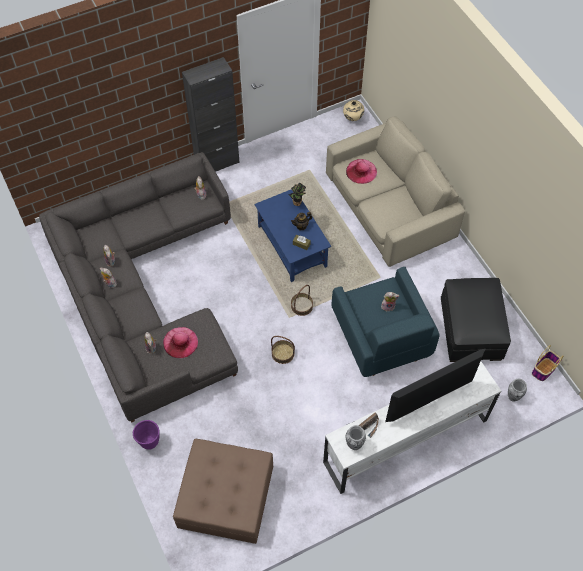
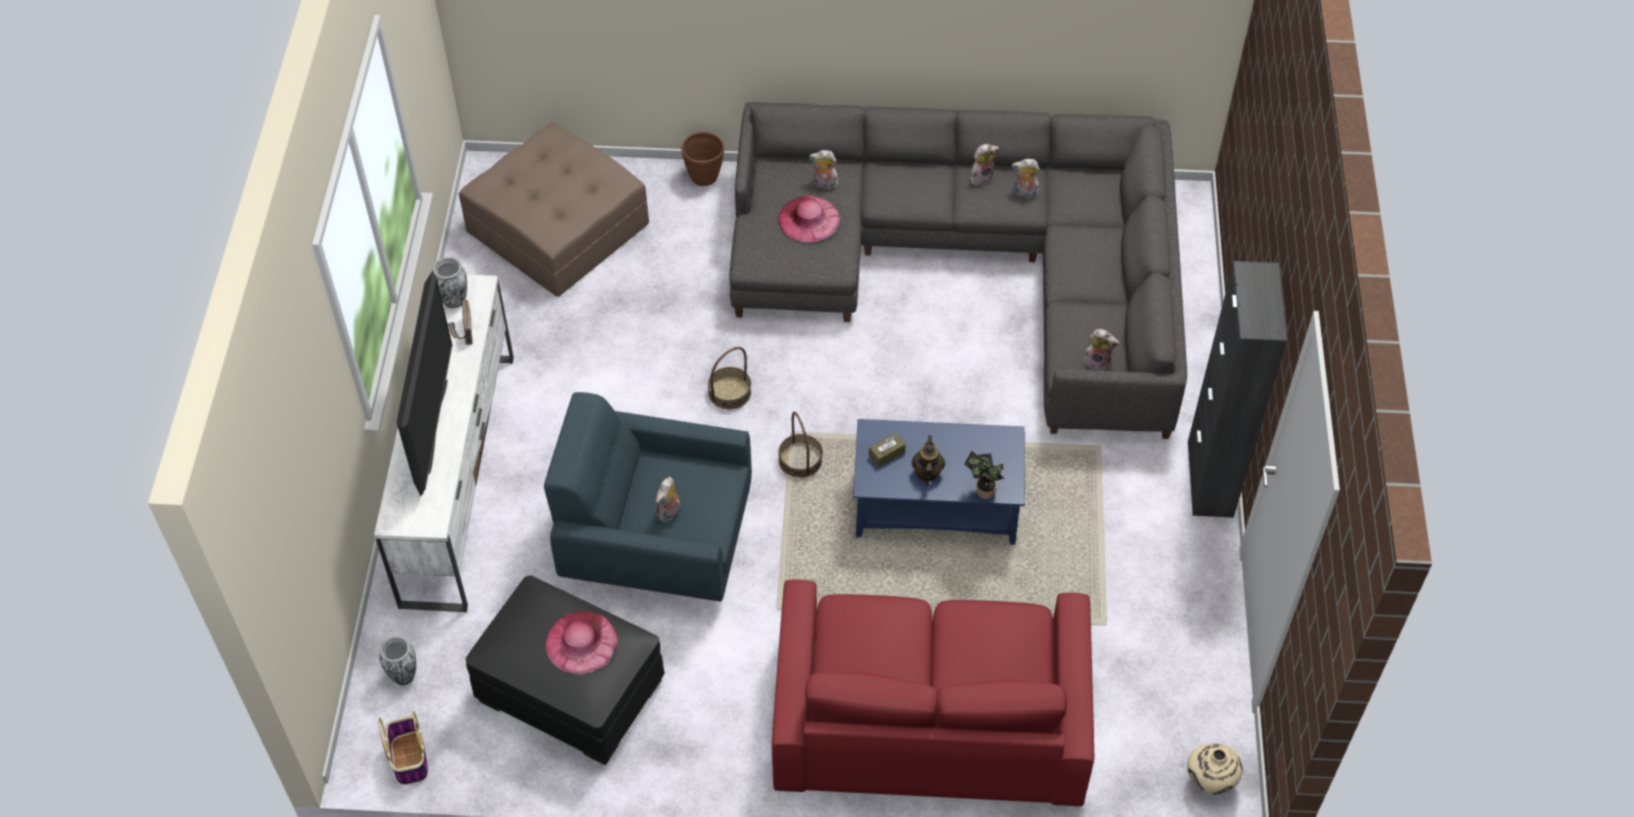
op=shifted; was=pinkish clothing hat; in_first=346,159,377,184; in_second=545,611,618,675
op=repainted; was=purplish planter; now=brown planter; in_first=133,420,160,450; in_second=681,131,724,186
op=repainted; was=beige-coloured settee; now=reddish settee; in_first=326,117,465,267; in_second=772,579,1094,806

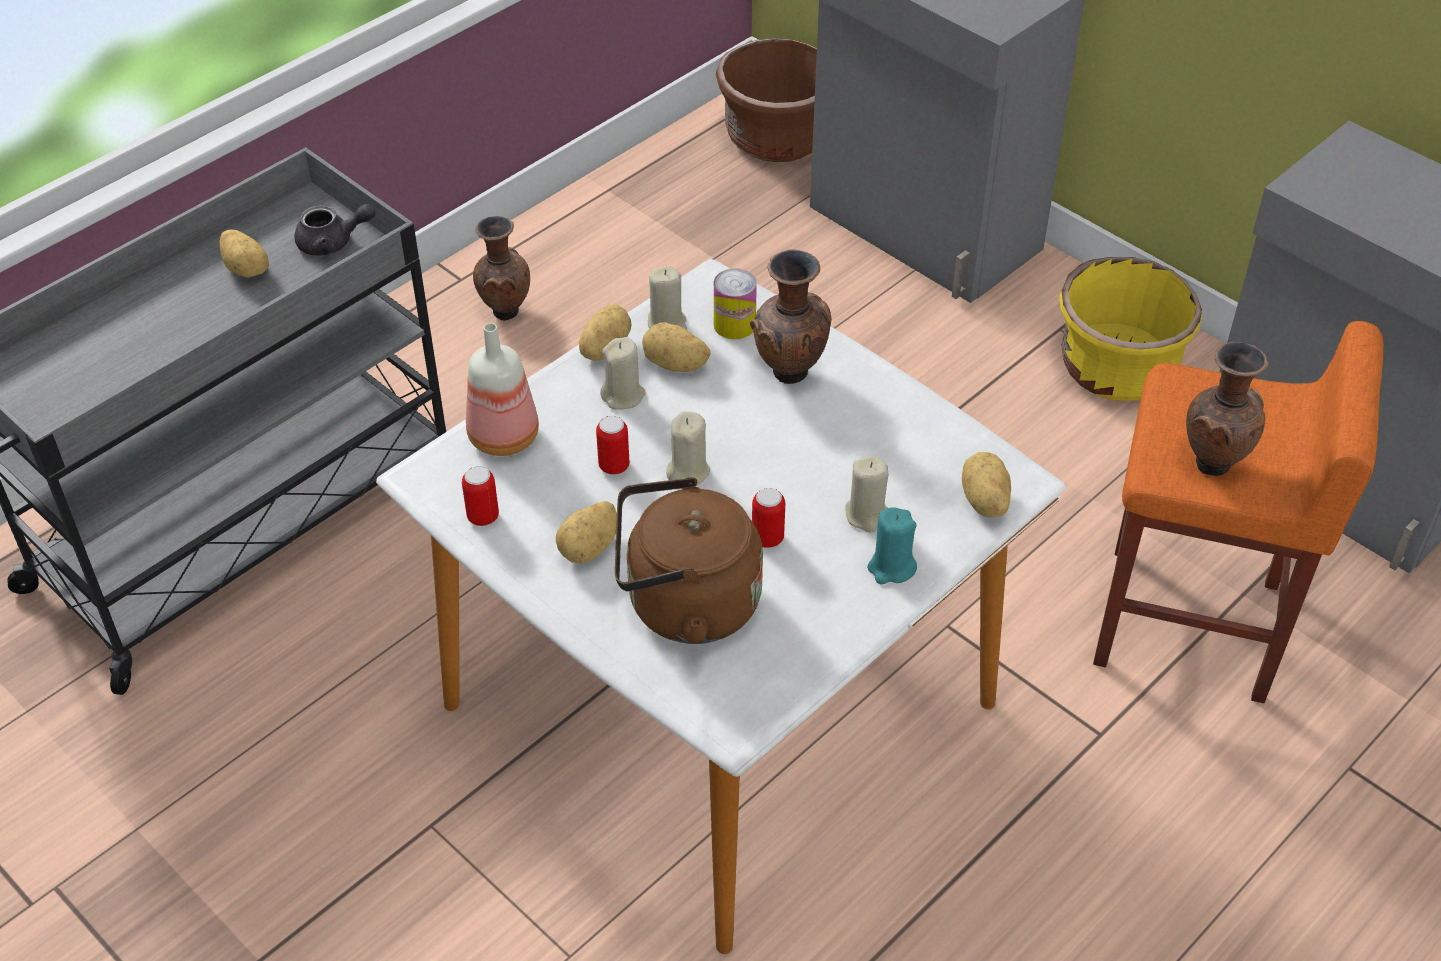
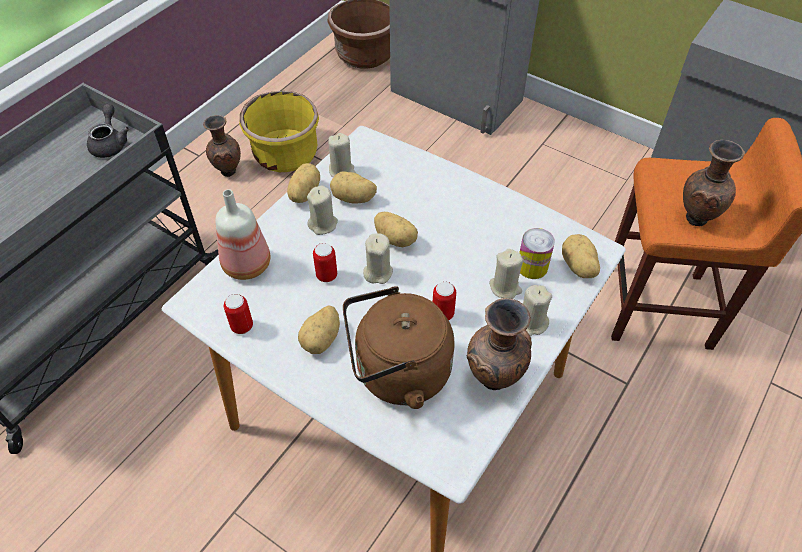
op=shifted; was=potato; in_first=219,229,269,278; in_second=374,212,418,247
op=shifted; was=sealed can; in_first=714,268,757,339; in_second=519,228,555,279
op=shifted; was=brown decorative vase; in_first=750,249,831,384; in_second=467,298,532,390
op=shifted; was=yellow-coloured planter; in_first=1059,257,1202,401; in_second=240,91,319,172
op=repainted; was=turquoise wax light; now=beige-coloured wax light; in_first=867,507,917,585; in_second=523,285,552,336
op=rotated; was=gray pot for tea; in_first=294,204,376,256; in_second=87,104,129,158; clockwise=-75

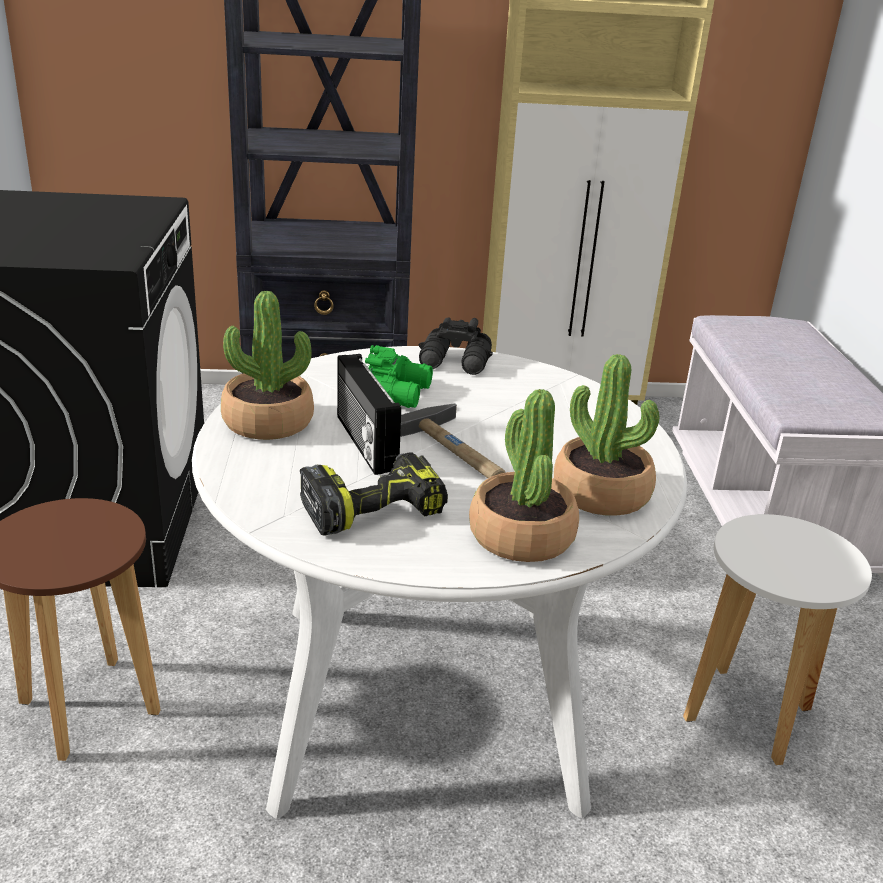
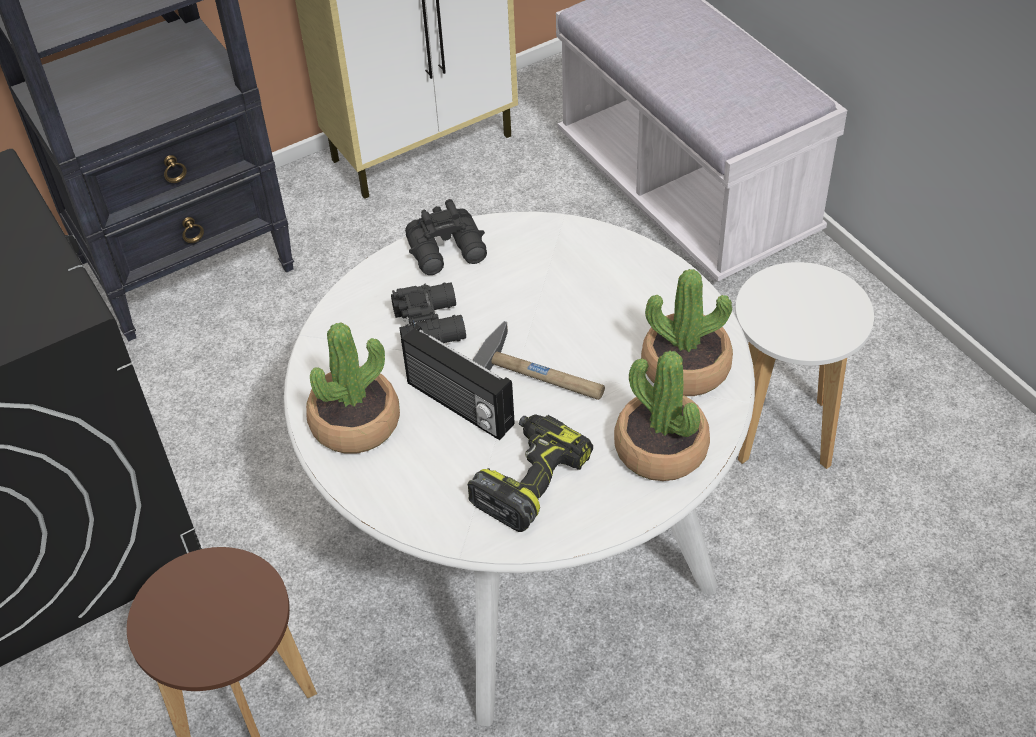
op=repainted; was=green field glasses; now=blackish field glasses; in_first=365,345,433,408; in_second=391,282,466,343

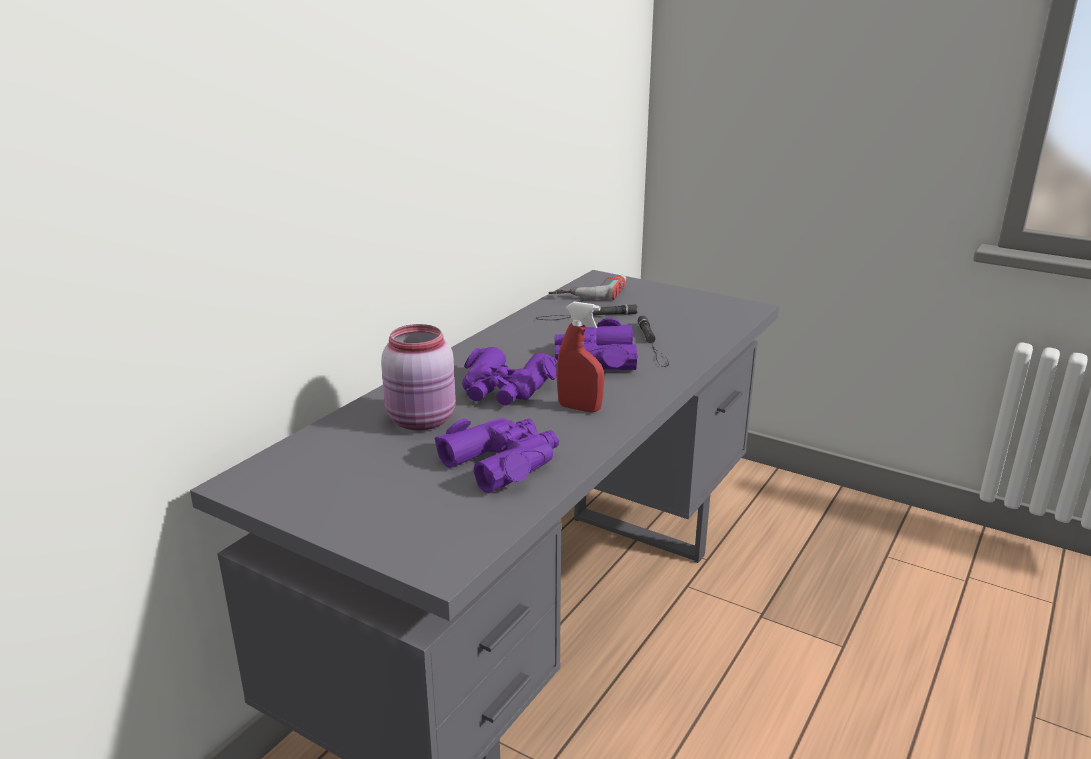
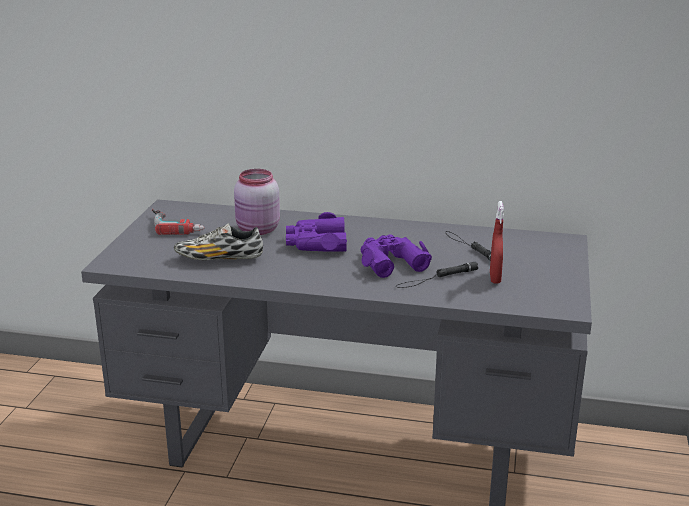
op=shifted; was=electric drill; in_first=549,275,626,300; in_second=152,209,205,235
op=shifted; was=reddish sprayer; in_first=557,301,604,412; in_second=490,201,504,283
op=swapped; was=purplish field glasses; now=shoe; in_first=435,417,559,493; in_second=174,223,263,260

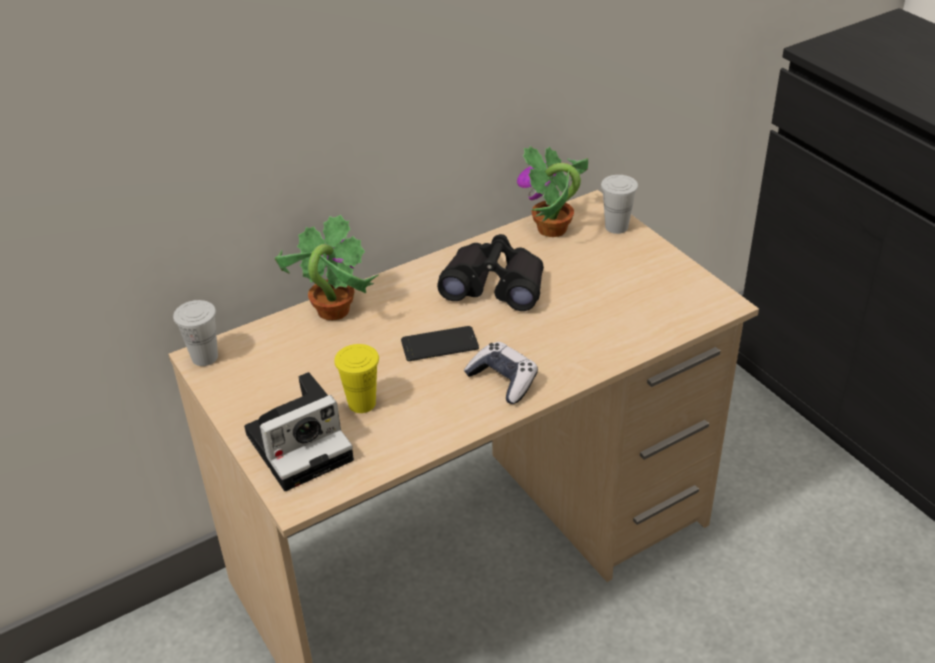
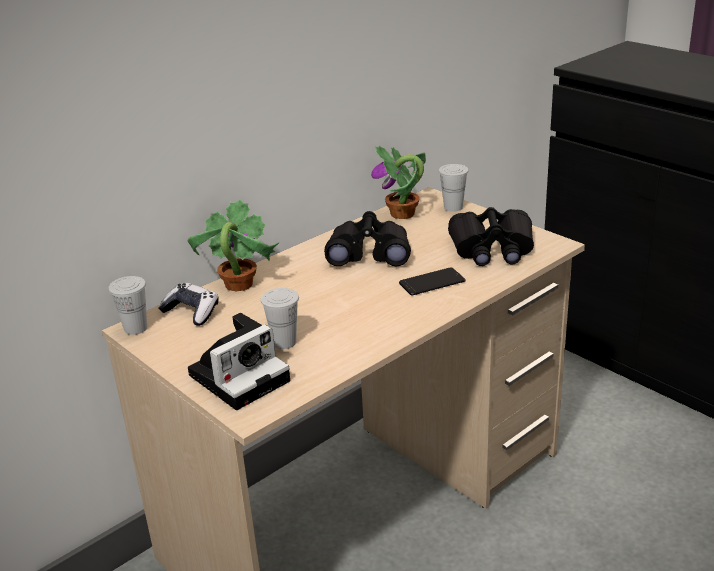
op=new; now=blackish field glasses; in_second=448,207,534,266
op=shifted; was=telephone; in_first=401,326,479,361; in_second=399,267,466,296
op=shifted; was=gamepad; in_first=464,342,538,404; in_second=158,283,219,326
op=repainted; was=yellow-coloured drinking cup; now=white drinking cup; in_first=334,344,379,413; in_second=261,288,299,349

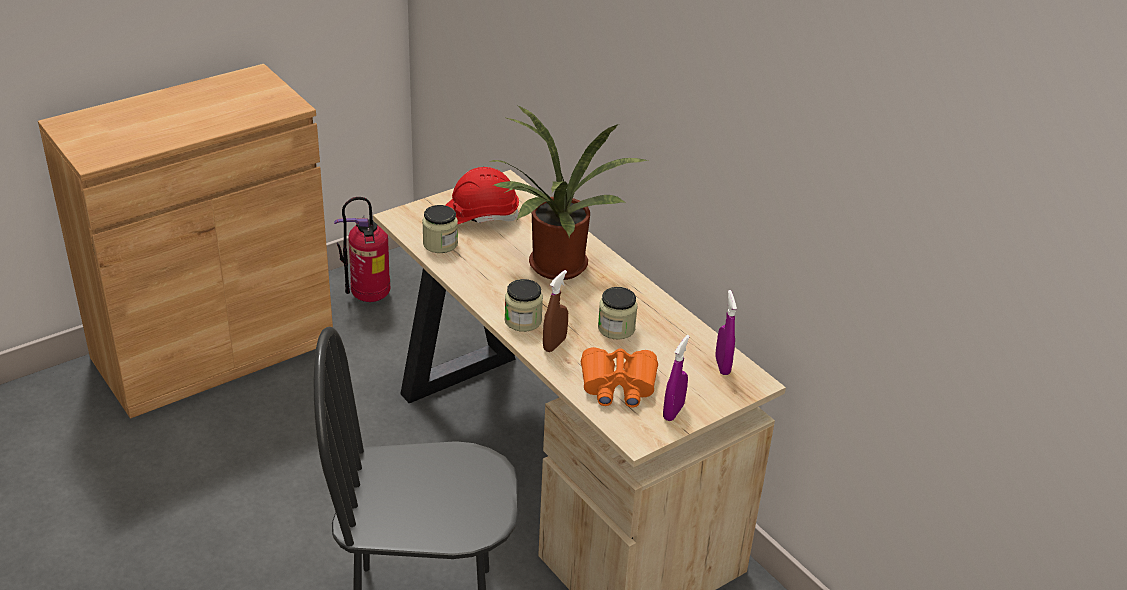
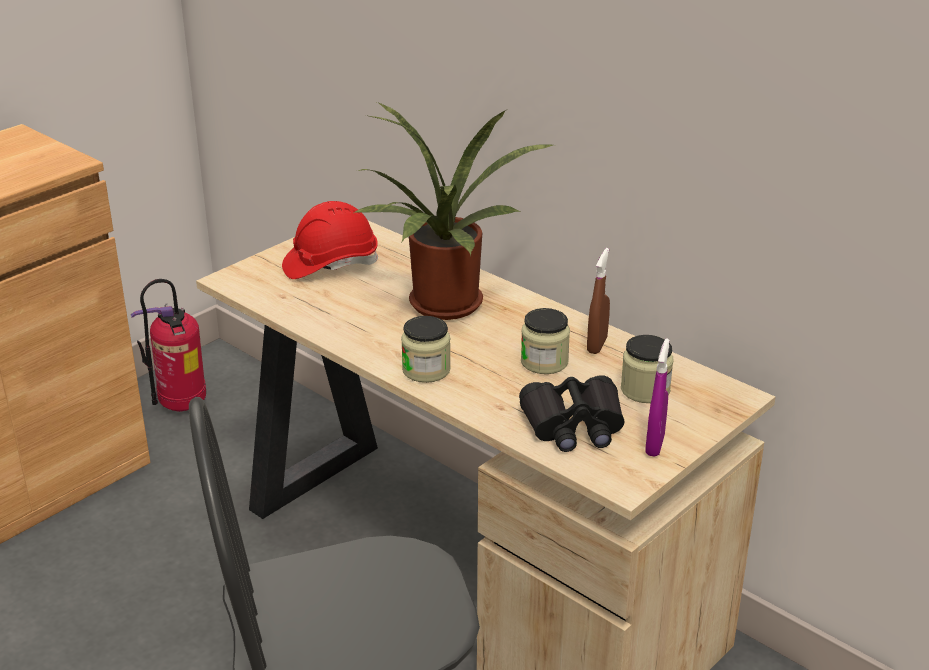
op=gone; was=purplish sprayer; in_first=715,290,737,375
op=shifted; was=jar; in_first=422,205,458,253; in_second=621,335,673,403
op=shifted; was=brown sprayer; in_first=543,270,568,352; in_second=587,248,610,354
op=repainted; was=orangey field glasses; now=blackish field glasses; in_first=581,347,658,407; in_second=519,375,625,452

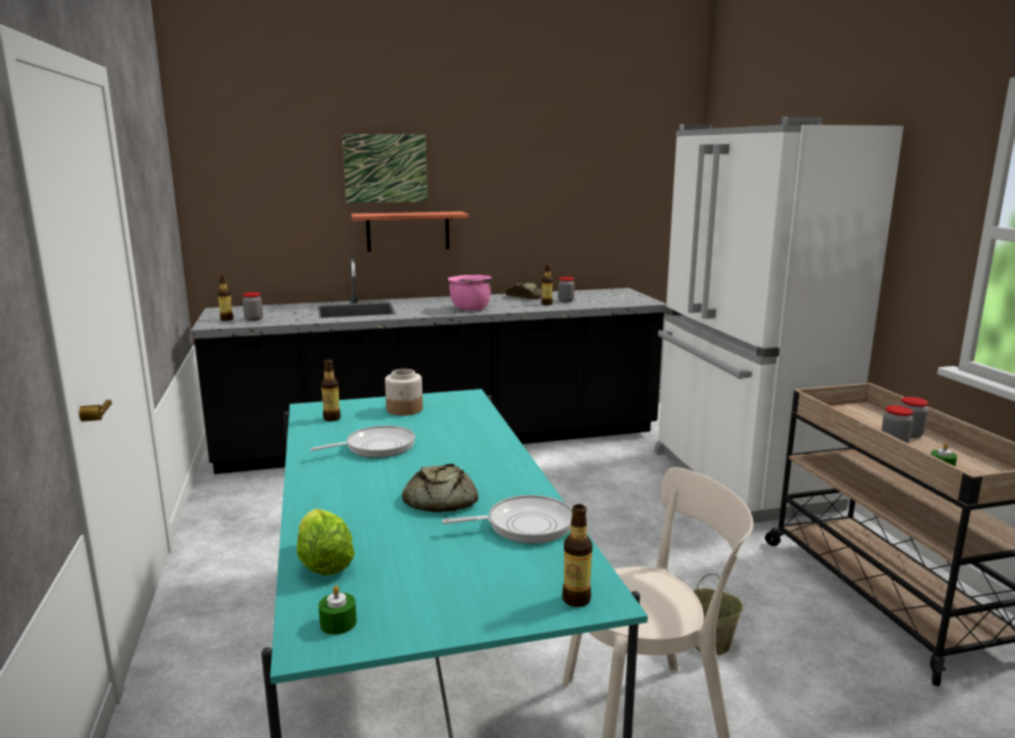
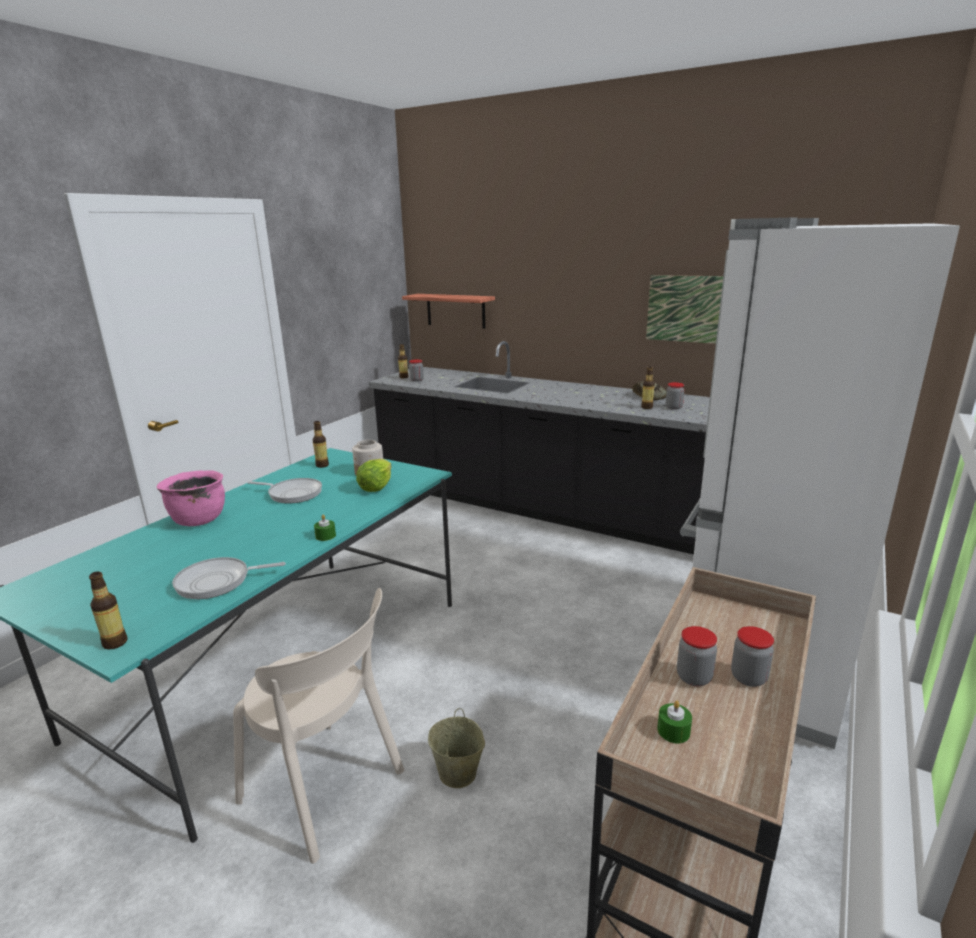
op=gone; was=bakery bread; in_first=402,464,478,512
op=shifted; was=lettuce; in_first=297,509,355,576; in_second=356,459,392,492
op=shifted; was=green wax light; in_first=318,585,357,635; in_second=314,515,336,541
op=shifted; was=wall art; in_first=342,134,428,203; in_second=646,275,723,344
op=shifted; was=bracket shelf; in_first=351,211,469,252; in_second=402,294,495,329
op=shifted; was=pinkish saucepot; in_first=448,275,492,311; in_second=157,470,225,526
op=rotated; was=frying pan; in_first=442,495,573,544; in_second=172,557,286,599; clockwise=135

